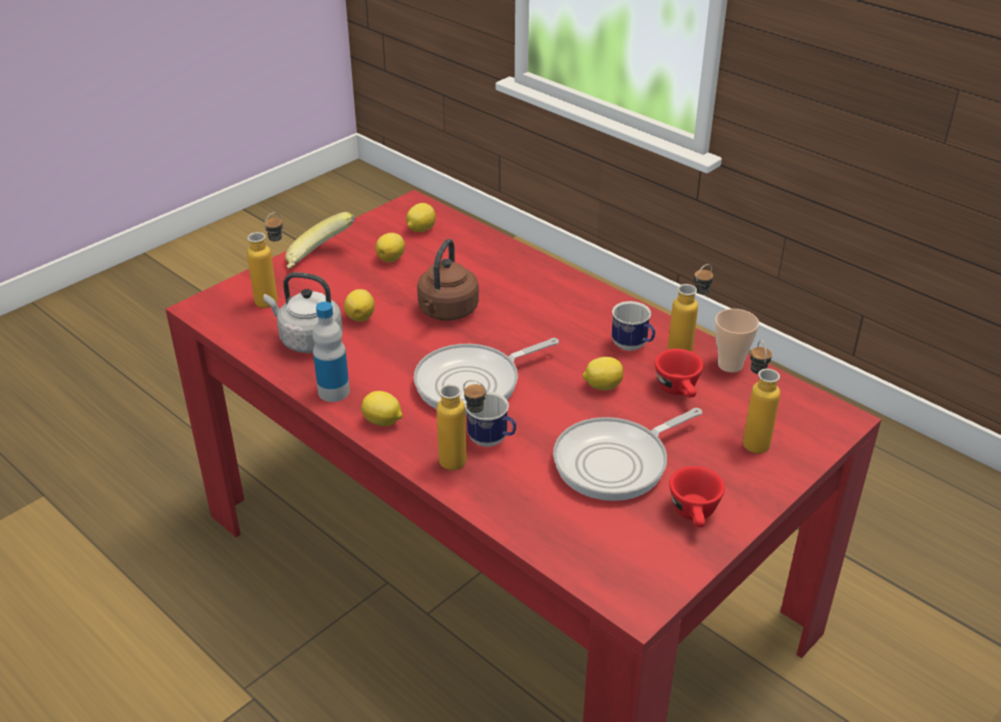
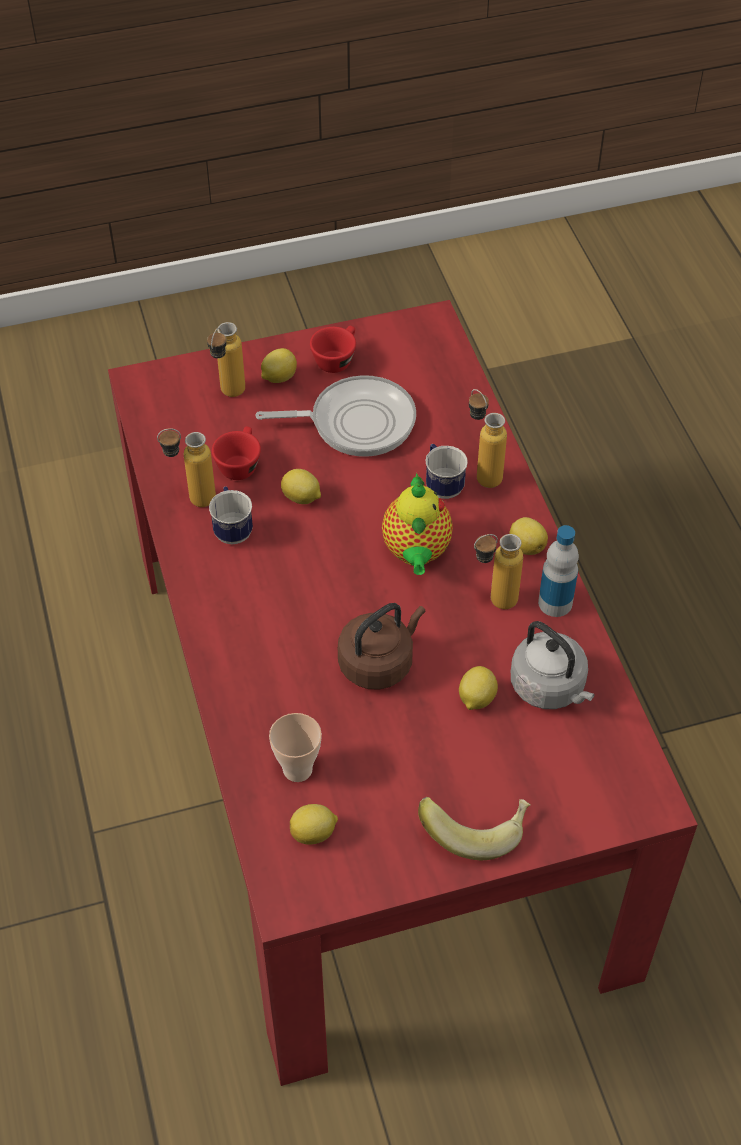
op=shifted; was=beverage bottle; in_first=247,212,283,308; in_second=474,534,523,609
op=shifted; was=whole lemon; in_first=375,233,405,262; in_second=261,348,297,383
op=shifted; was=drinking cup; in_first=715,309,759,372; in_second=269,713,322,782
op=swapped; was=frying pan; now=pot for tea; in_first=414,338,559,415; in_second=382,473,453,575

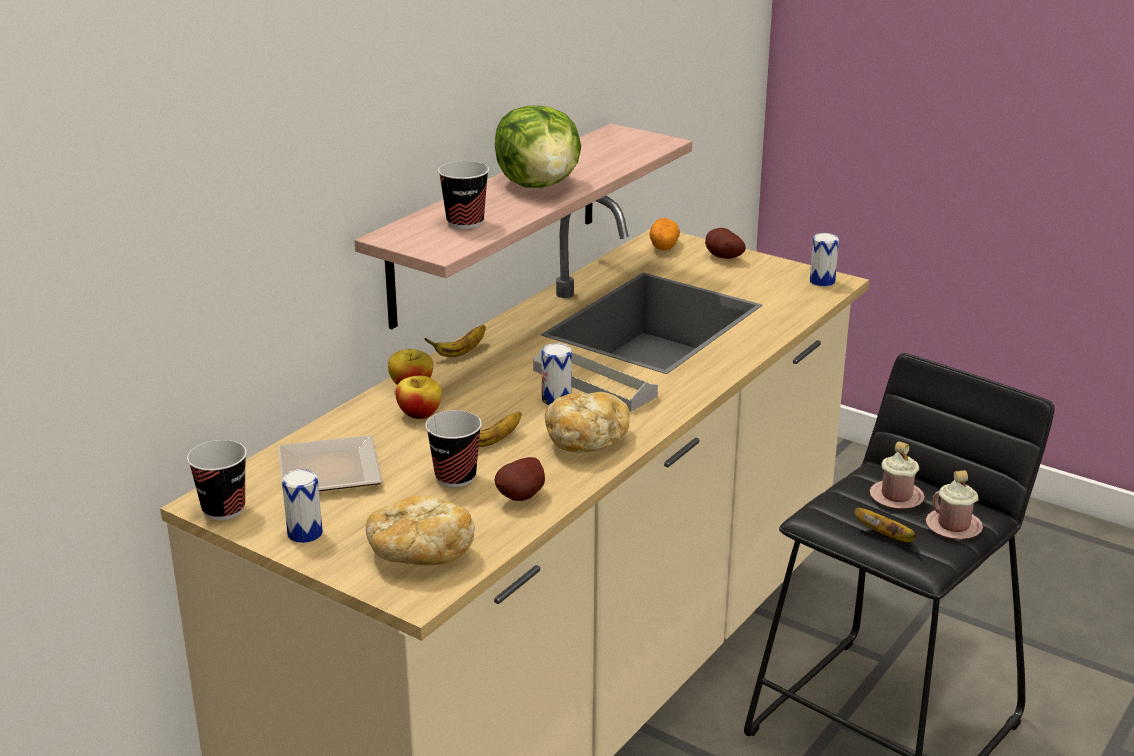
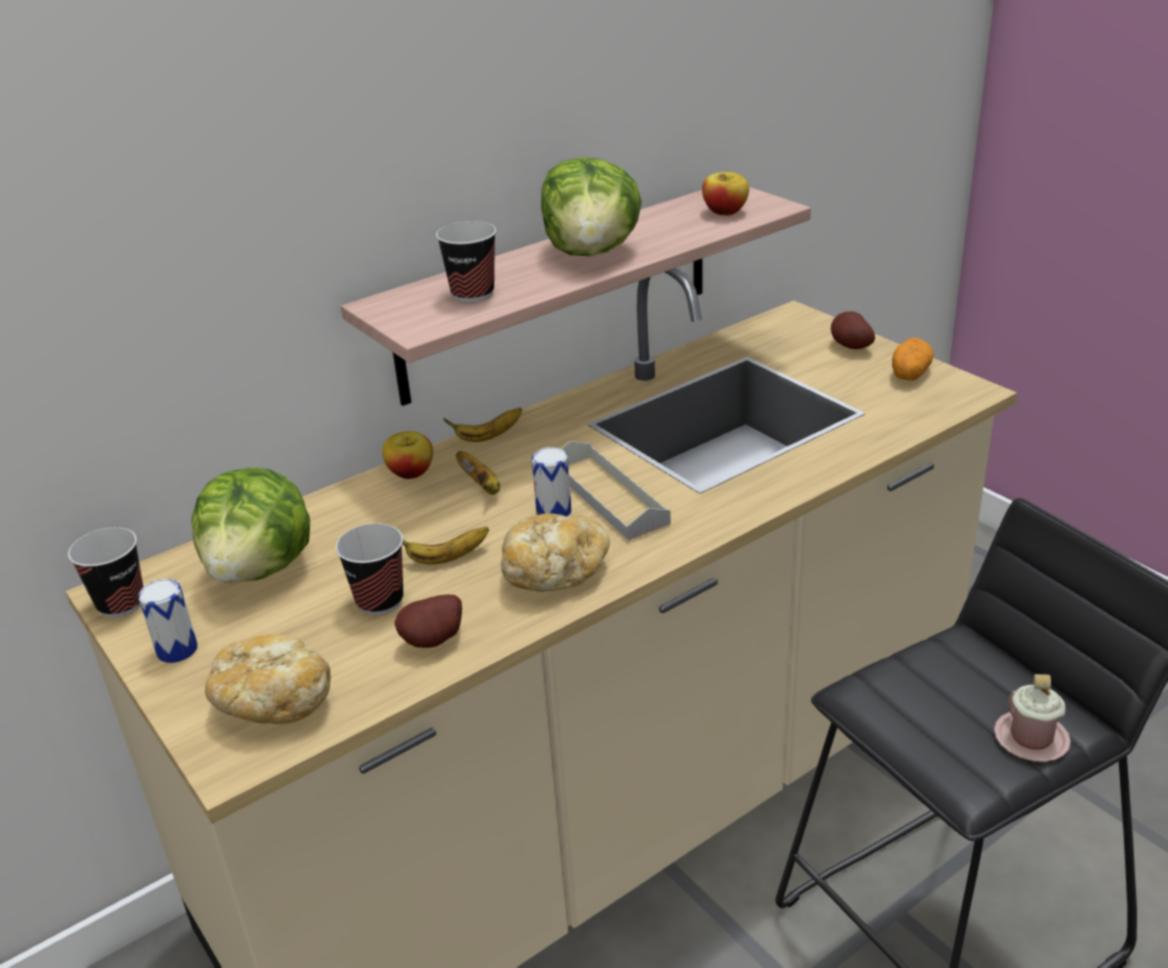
op=gone; was=sealed can; in_first=810,233,839,287
op=gone; was=pinkish mug; in_first=870,442,925,509
op=shifted; was=apple; in_first=395,376,442,419; in_second=702,172,749,216
op=shifted; was=potato; in_first=649,218,680,250; in_second=892,338,934,380
op=shifted; was=banana; in_first=854,508,917,542; in_second=456,451,500,495
op=swapped; was=dinner plate; now=lettuce; in_first=278,435,383,491; in_second=191,467,310,583

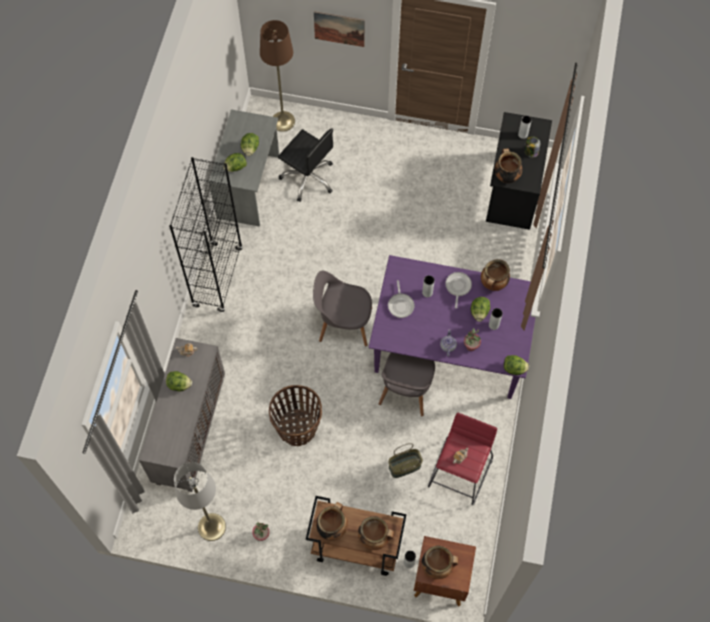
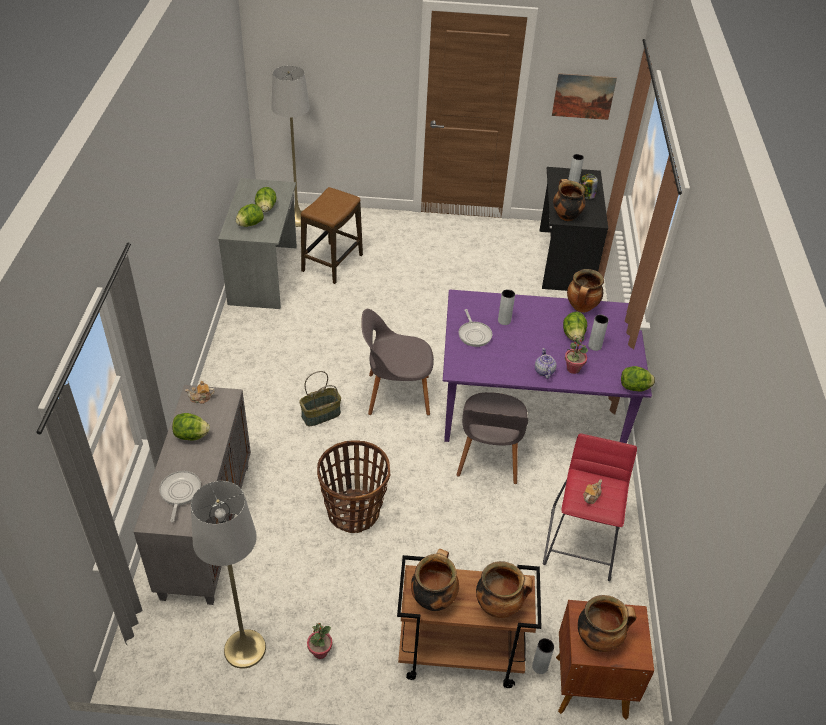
op=gone; was=blackish shelving unit; in_first=169,157,243,312
op=shifted; was=wall art; in_first=314,11,365,47; in_second=552,73,617,120
op=shifted; was=storage basket; in_first=388,443,423,478; in_second=299,371,341,426
op=shifted; was=frying pan; in_first=445,272,472,308; in_second=159,471,201,522
op=swapped; was=blackish computer chair; now=stool seat; in_first=278,128,333,202; in_second=301,187,363,284
op=repainted; was=brown standard lamp; now=gray standard lamp; in_first=260,20,295,132; in_second=272,66,310,227

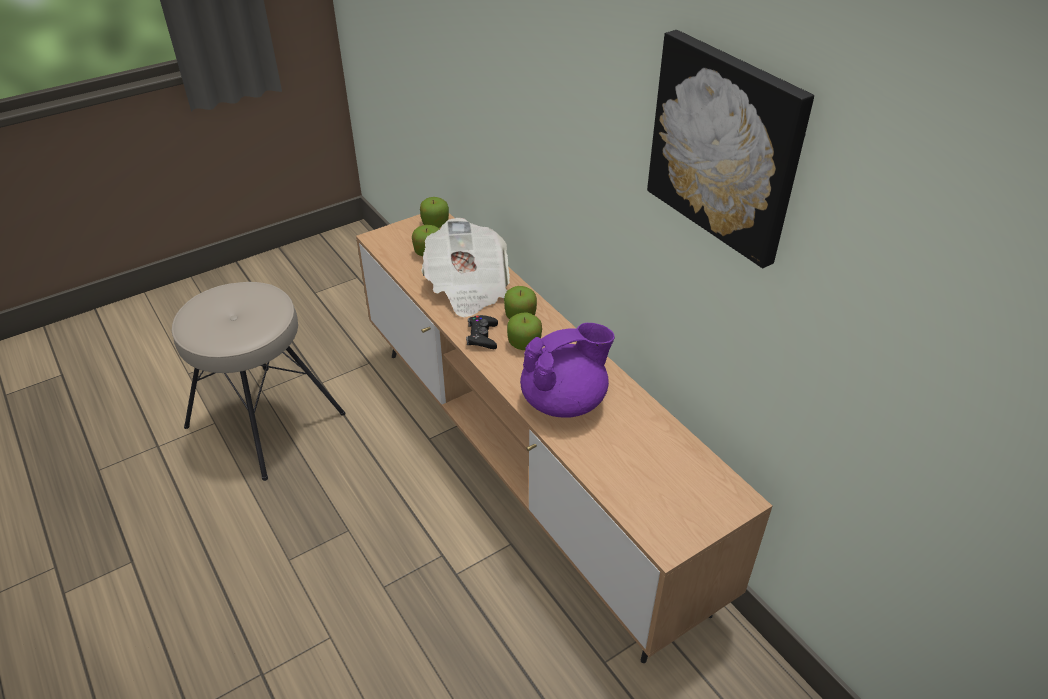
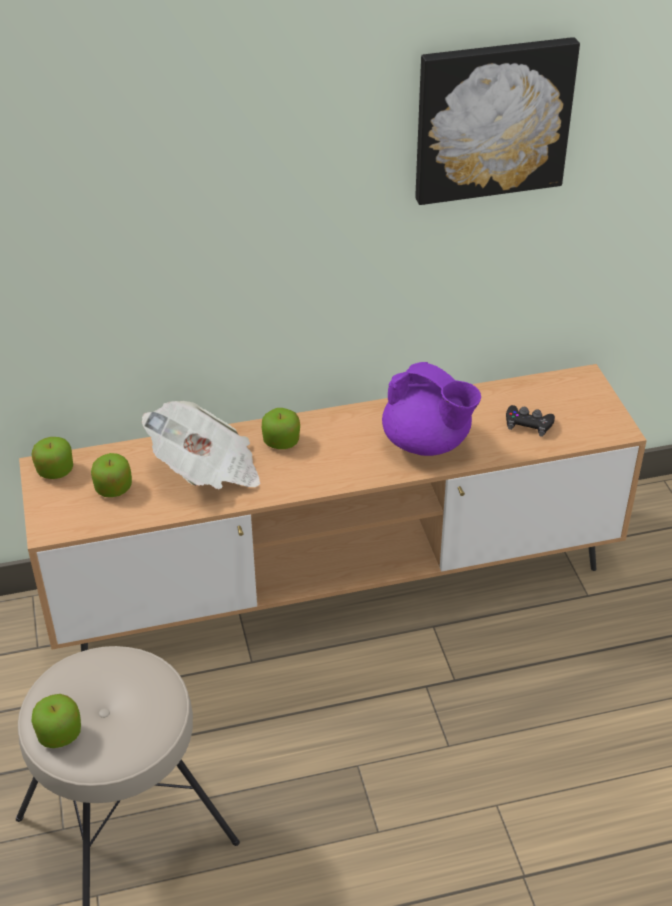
op=shifted; was=blackish gamepad; in_first=466,315,498,349; in_second=506,405,555,437
op=shifted; was=apple; in_first=507,312,542,350; in_second=32,694,81,748
op=rotated; was=purplish pot for tea; in_first=520,323,615,418; in_second=382,362,481,456; clockwise=135

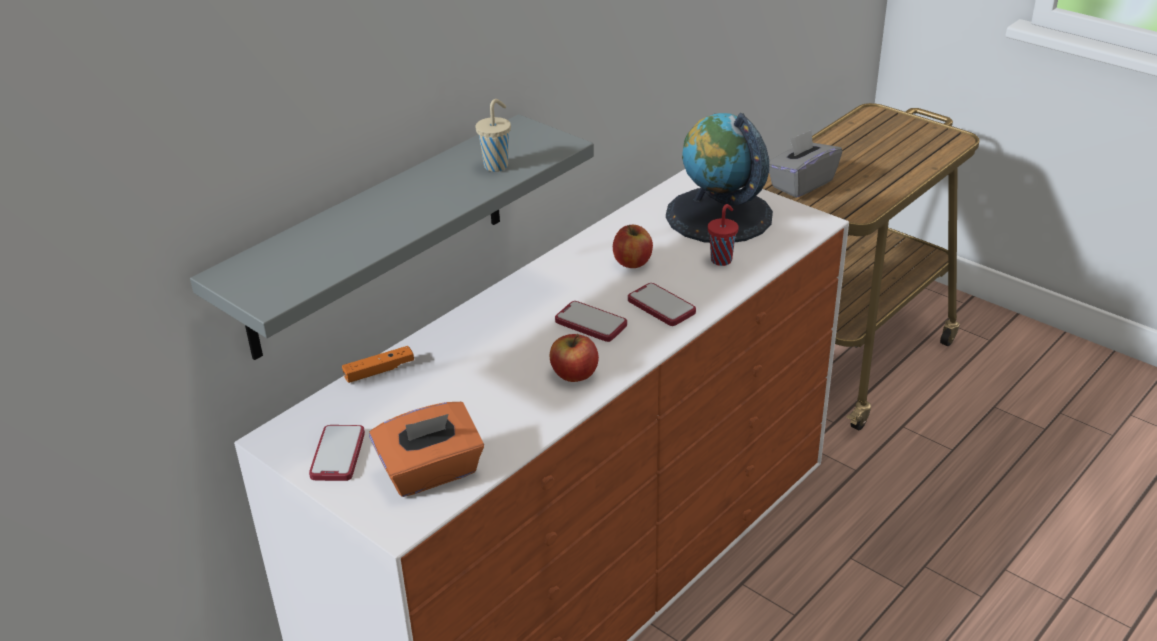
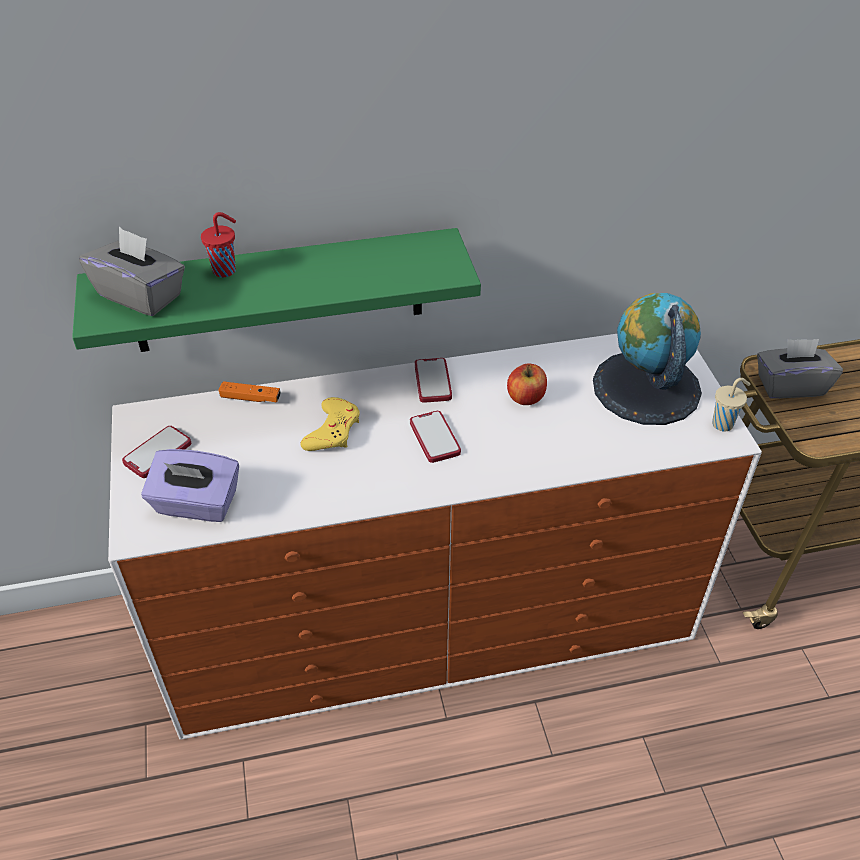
op=gone; was=apple; in_first=549,334,599,382
op=new; now=gray tissue holder; in_second=79,227,185,316
op=new; now=yellow-coloured gamepad; in_second=300,397,360,451
op=shifted; was=beige-coloured drinking cup; in_first=475,99,511,172; in_second=712,378,750,432
op=shifted; was=telephone; in_first=628,283,696,326; in_second=415,358,452,403
op=shifted; was=reddish drinking cup; in_first=708,204,739,266; in_second=201,212,236,278
op=repainted; was=gray bracket shelf; now=green bracket shelf; in_first=190,114,594,360; in_second=72,228,481,352
op=repainted; was=orangey tissue holder; now=purplish tissue holder; in_first=369,402,484,497; in_second=141,449,239,522

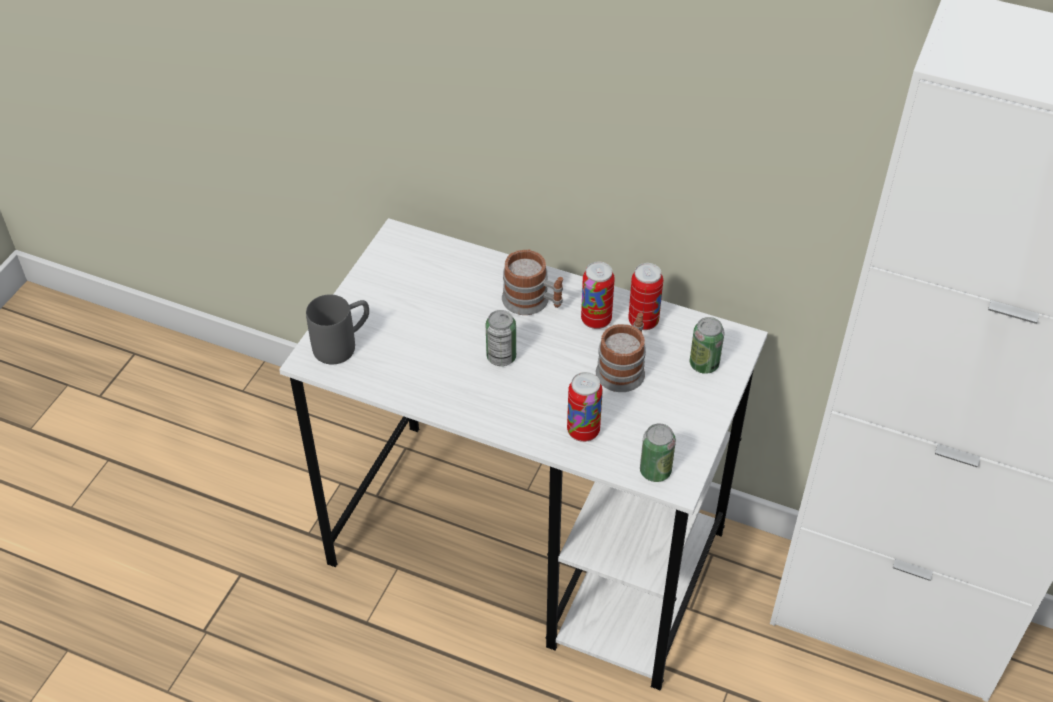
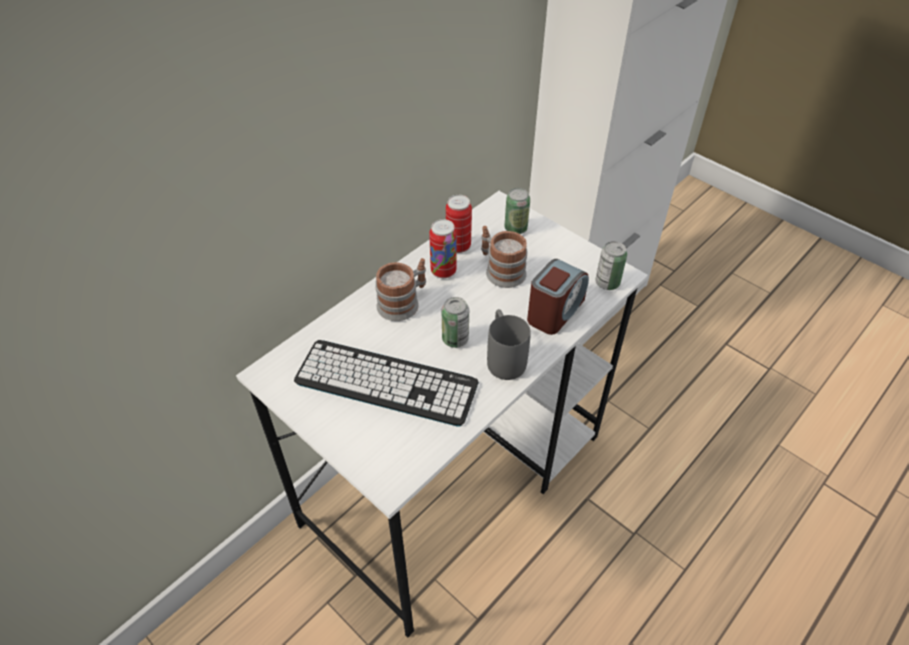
op=new; now=computer keyboard; in_second=294,340,479,427
op=shifted; was=gray mug; in_first=306,294,369,365; in_second=487,309,531,380
op=swapped; was=sealed can; now=bedside clock; in_first=567,372,603,442; in_second=527,259,589,335

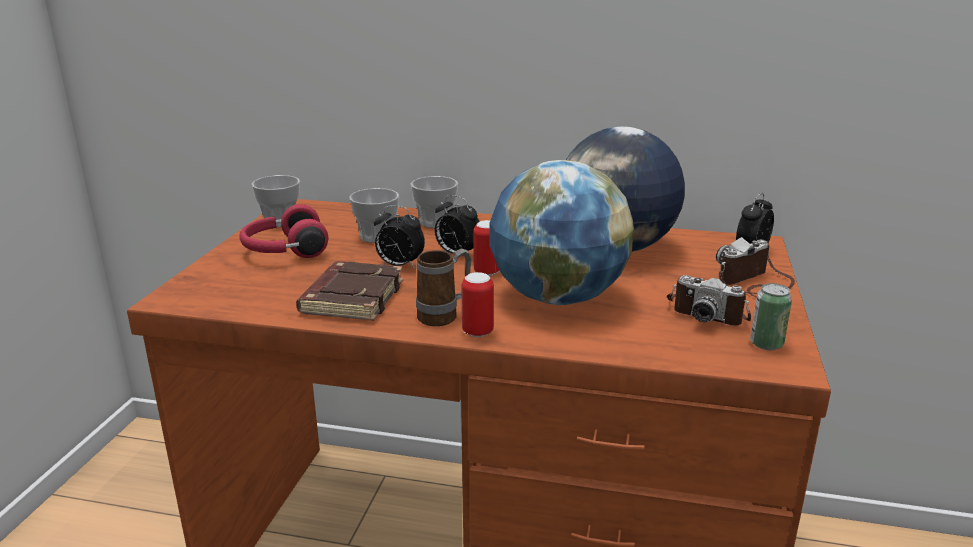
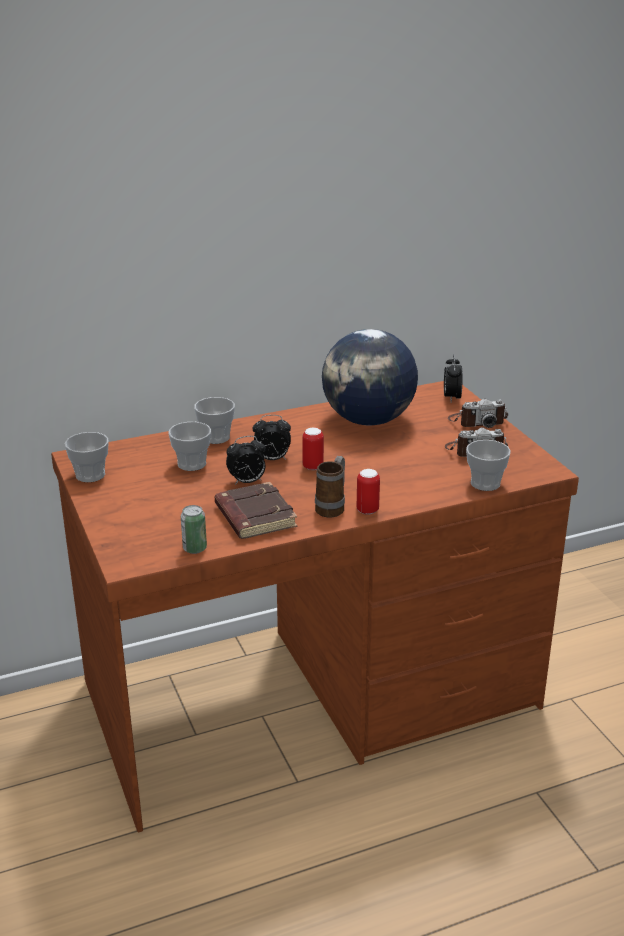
op=gone; was=reddish headset; in_first=240,204,328,258
op=gone; was=world globe; in_first=490,160,634,305
op=new; now=drinking cup; in_second=466,440,511,491
op=shifted; was=sealed can; in_first=750,283,792,350; in_second=181,505,207,554
op=rotated; was=photo camera; in_first=716,237,795,297; in_second=448,399,508,428; clockwise=-120

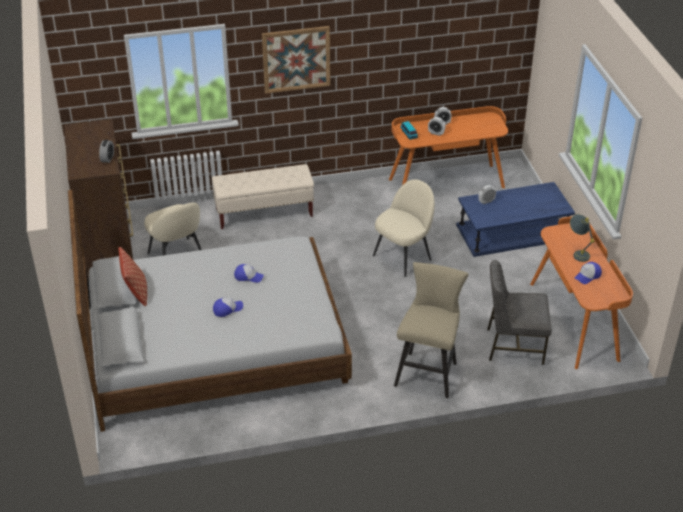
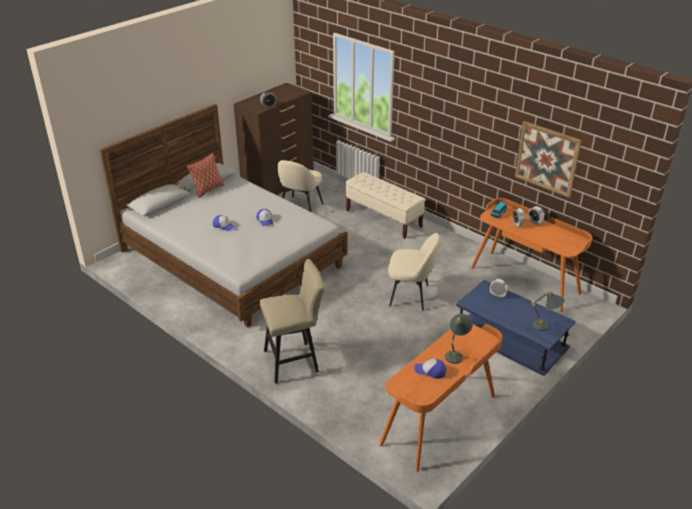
op=gone; was=gray plain chair; in_first=487,260,552,365
op=new; now=gray lamp for a table; in_second=531,291,565,331
op=shifted; was=wall art; in_first=262,26,330,94; in_second=515,121,582,198

